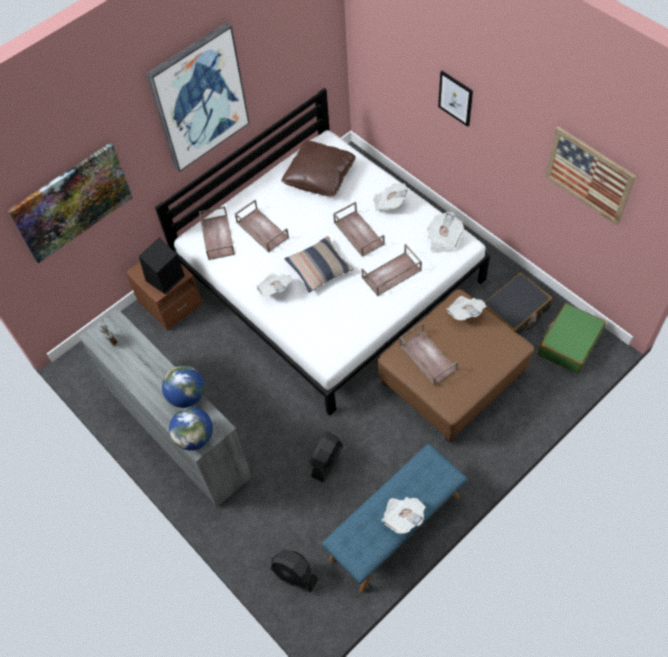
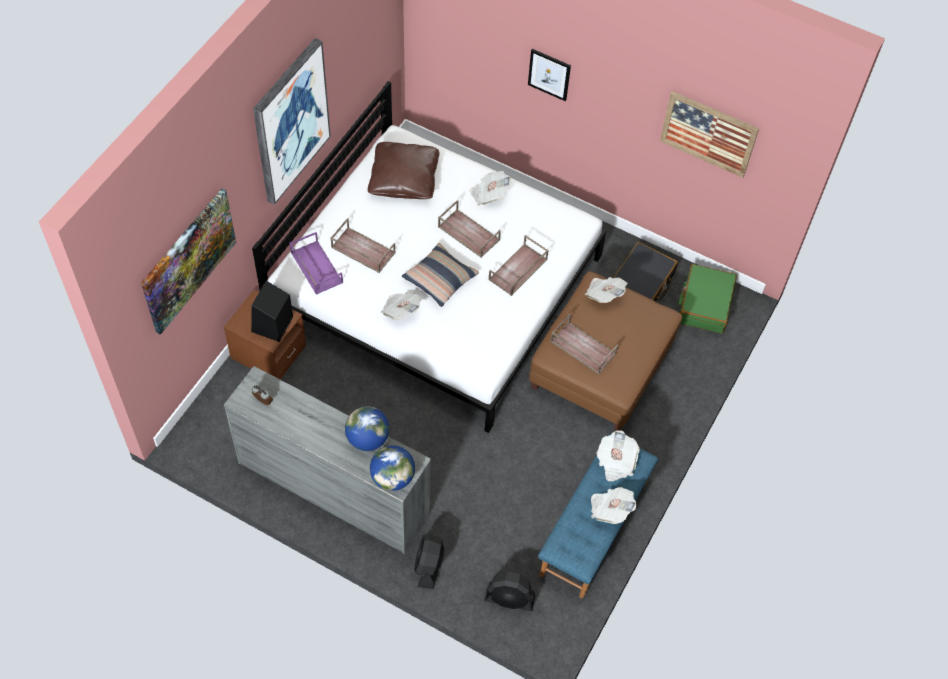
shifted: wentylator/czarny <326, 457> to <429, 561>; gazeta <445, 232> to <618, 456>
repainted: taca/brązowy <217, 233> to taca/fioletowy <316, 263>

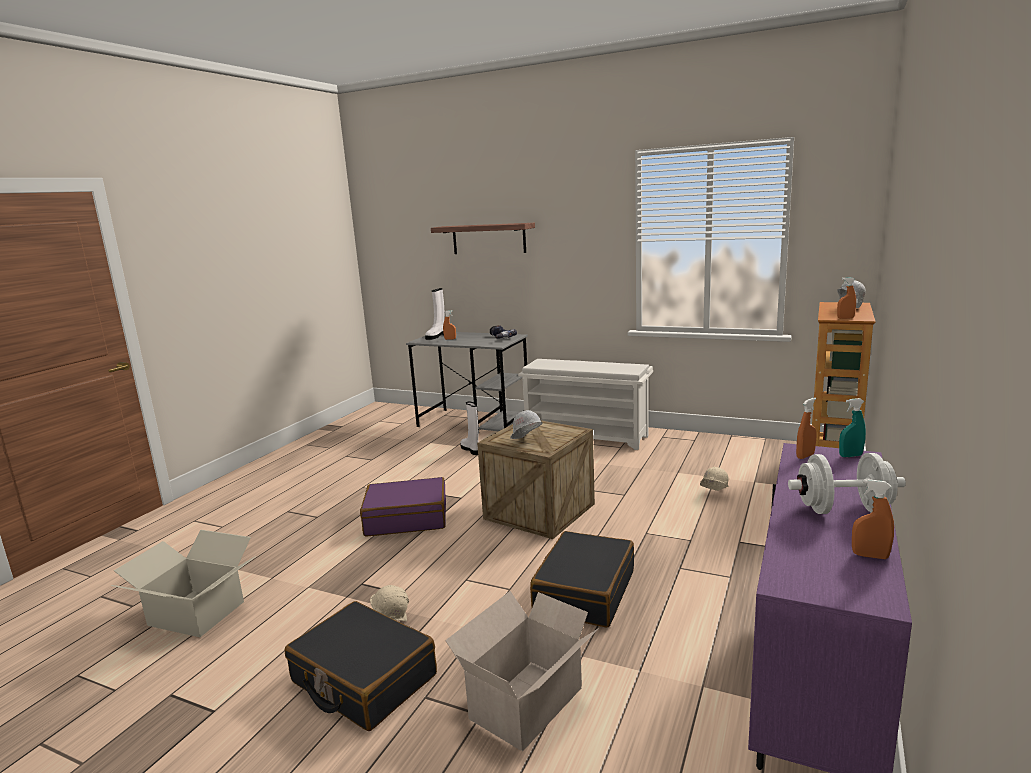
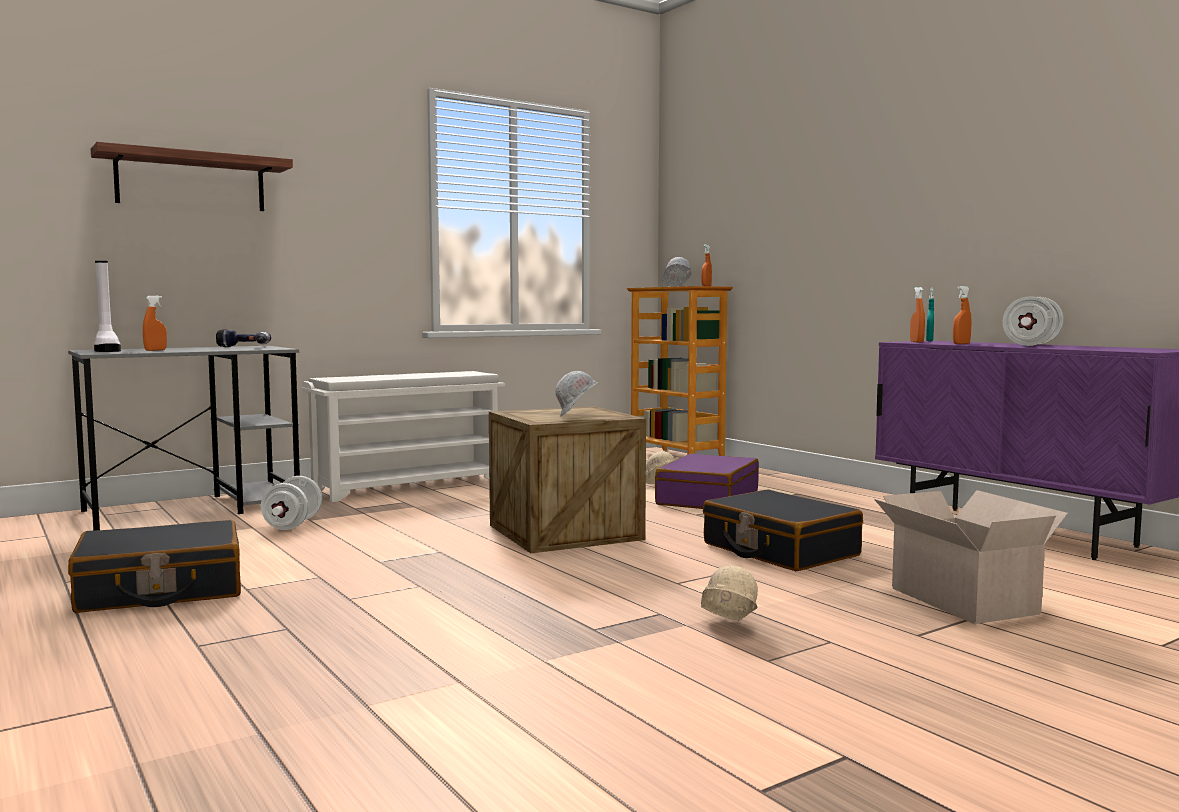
gone: karton <183, 583>
shifted: walizka/czarny <361, 666> to <154, 566>; walizka/fioletowy <403, 507> to <707, 481>; spryskiwacz/pomarańczowy <873, 519> to <962, 315>
swapped: but z cholewką/biały <469, 428> to hantel/biały <291, 503>

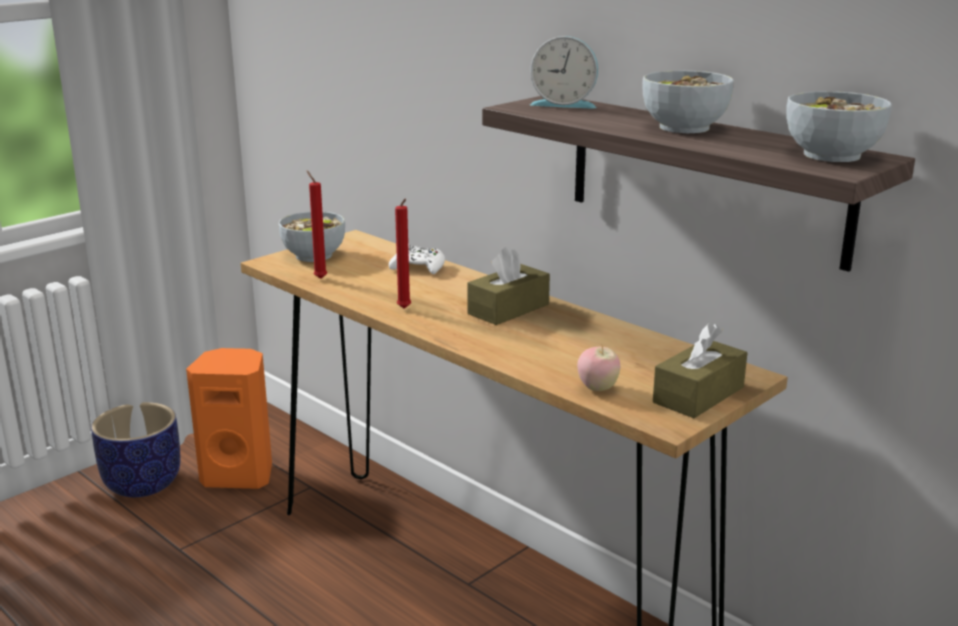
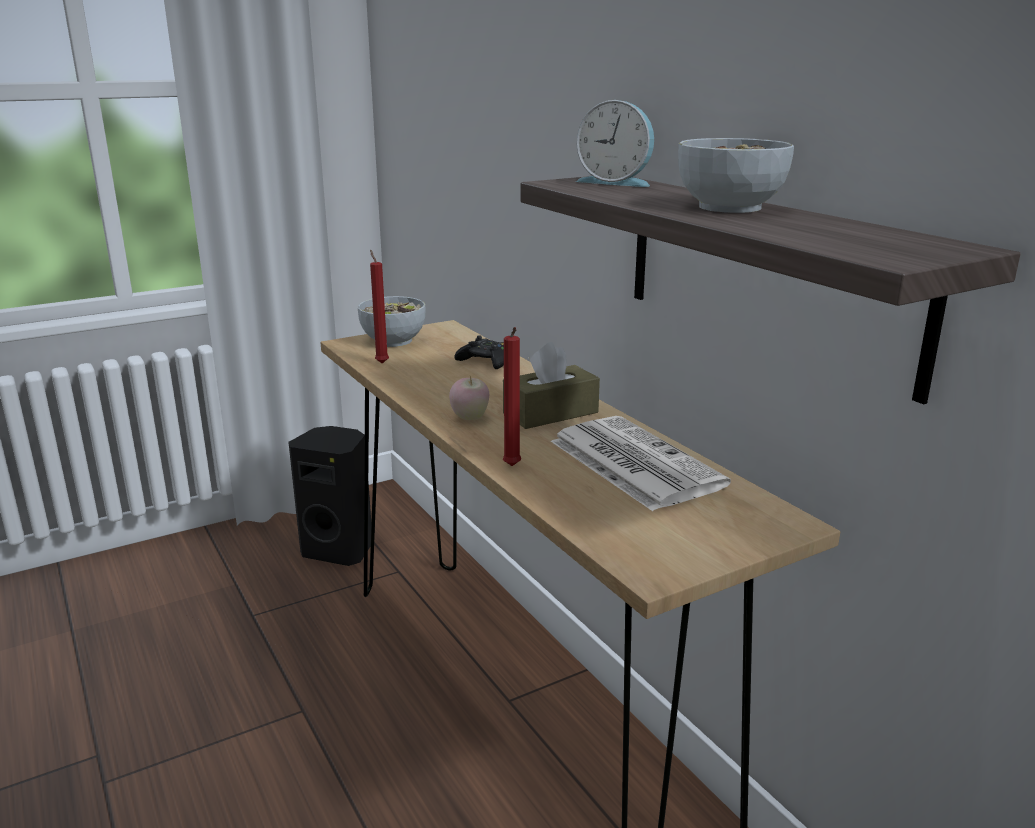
gone: donica <135, 449>; pudełko chusteczek/brązowy <700, 370>; miska <839, 126>
new: gazeta <641, 463>
shifted: świeca/czerwony <403, 253> to <512, 396>; jabłko <598, 368> to <469, 398>
repainted: głośnik/pomarańczowy <229, 418> to głośnik/czarny <329, 496>; pad do gier/biały <417, 259> to pad do gier/czarny <479, 352>

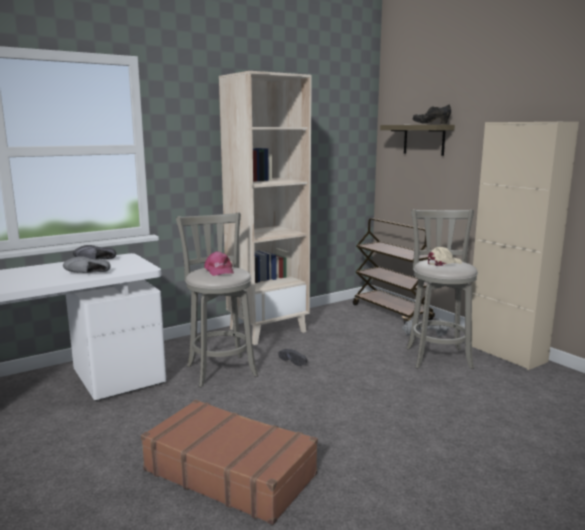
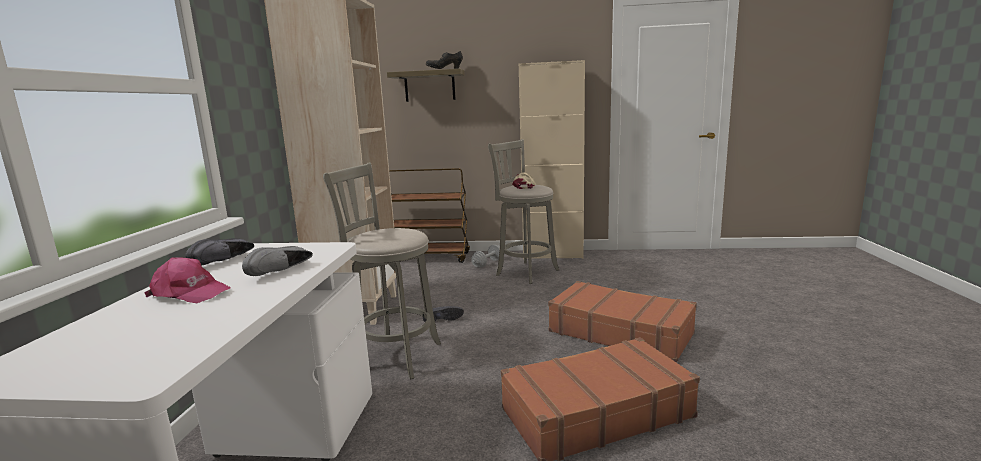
new: walizka/brązowy <622, 322>
shifted: czapka z daszkiem/różowy <219, 263> to <187, 280>

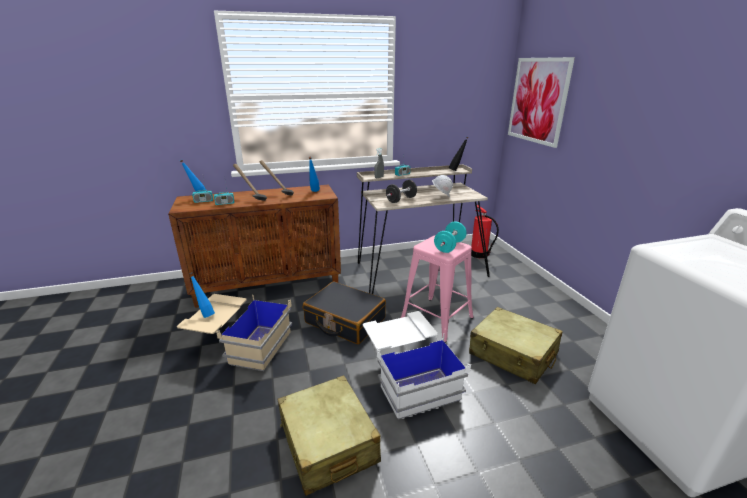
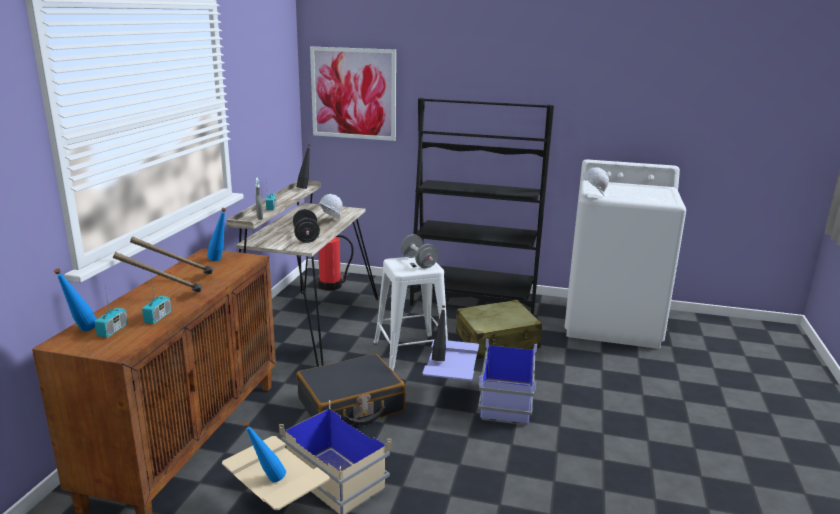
gone: walizka/beżowy <329, 435>
new: regał/czarny <482, 206>; butelka/czarny <439, 333>; kask/biały <595, 181>
repainted: pojemnik do przechowywania/biały <417, 365> to pojemnik do przechowywania/niebieski <479, 382>; stołek/różowy <437, 289> to stołek/biały <410, 314>; hantel/turkusowy <450, 237> to hantel/szary <420, 251>

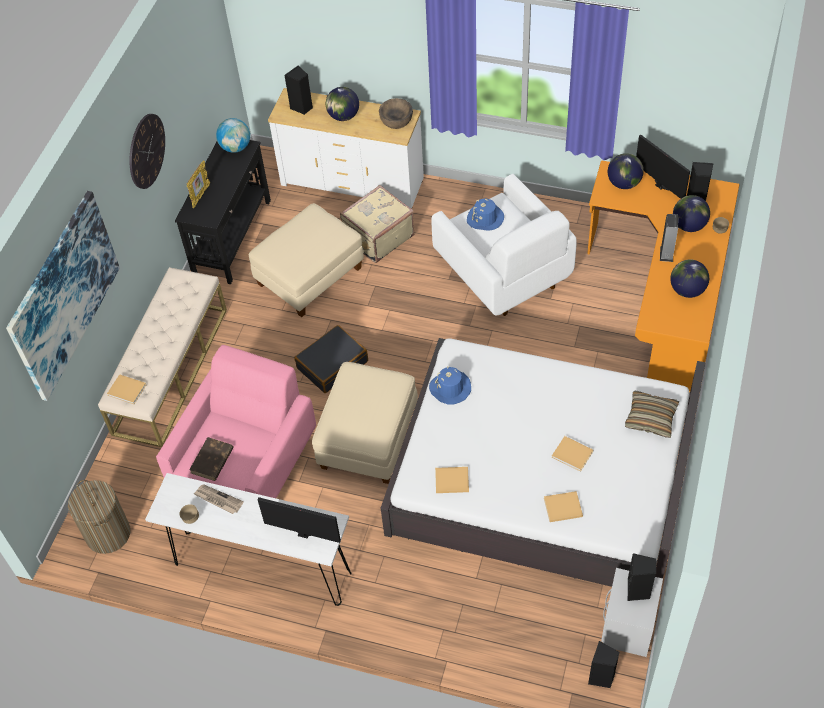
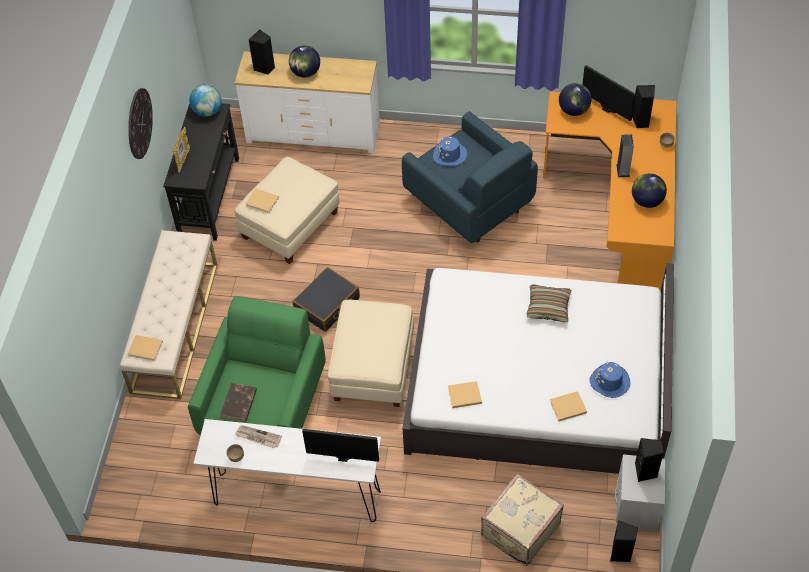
gone: obraz <63, 296>; kosz na pranie <99, 517>; miska/brązowy <396, 113>; globus <691, 213>
shifted: walizka/beżowy <377, 224> to <522, 520>; kapelusz/niebieski <450, 385> to <610, 380>; książka/beżowy <572, 454> to <262, 200>; poduszka <652, 414> to <549, 303>
repainted: fotel/różowy <236, 421> to fotel/zielony <257, 365>; fotel/biały <504, 245> to fotel/niebieski <470, 177>

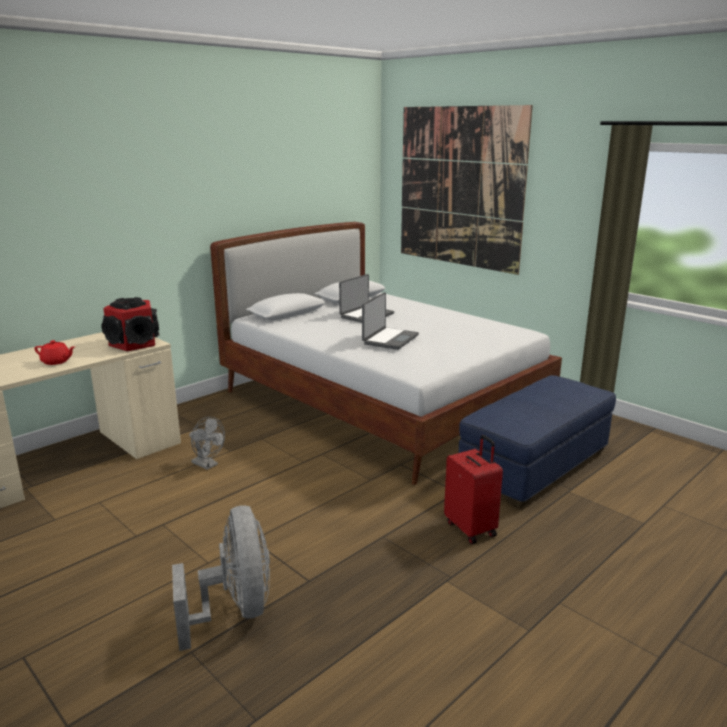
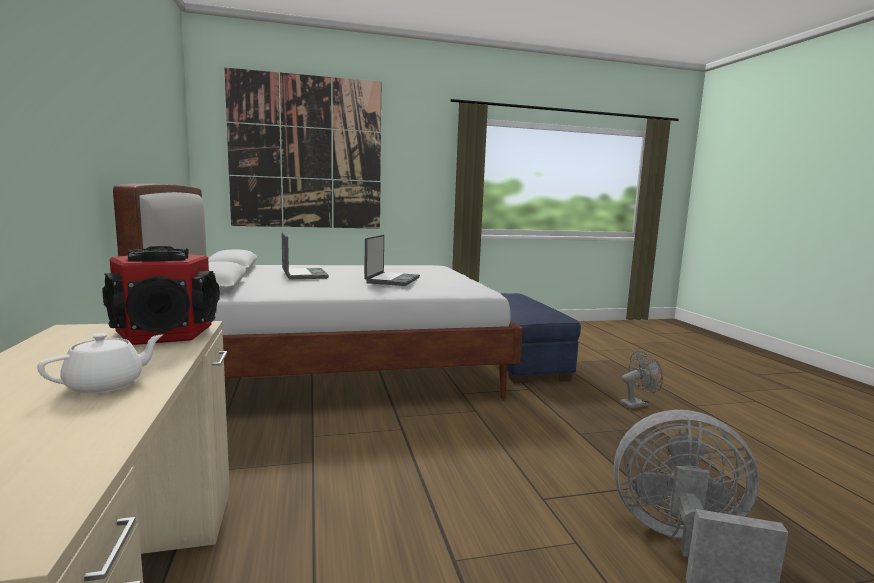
gone: walizka/czerwony <473, 489>
shifted: wentylator/szary <207, 443> to <641, 380>
repainted: imbryk/czerwony <55, 352> to imbryk/biały <100, 363>
rotated: laptop <390, 321> = <392, 260> 45 degrees clockwise

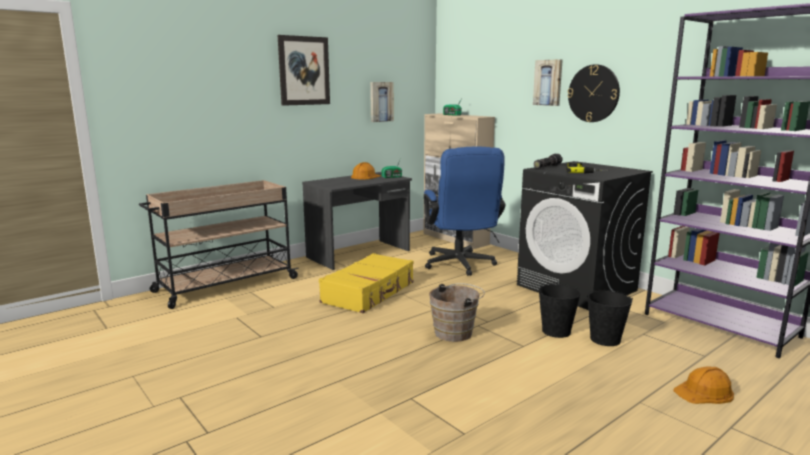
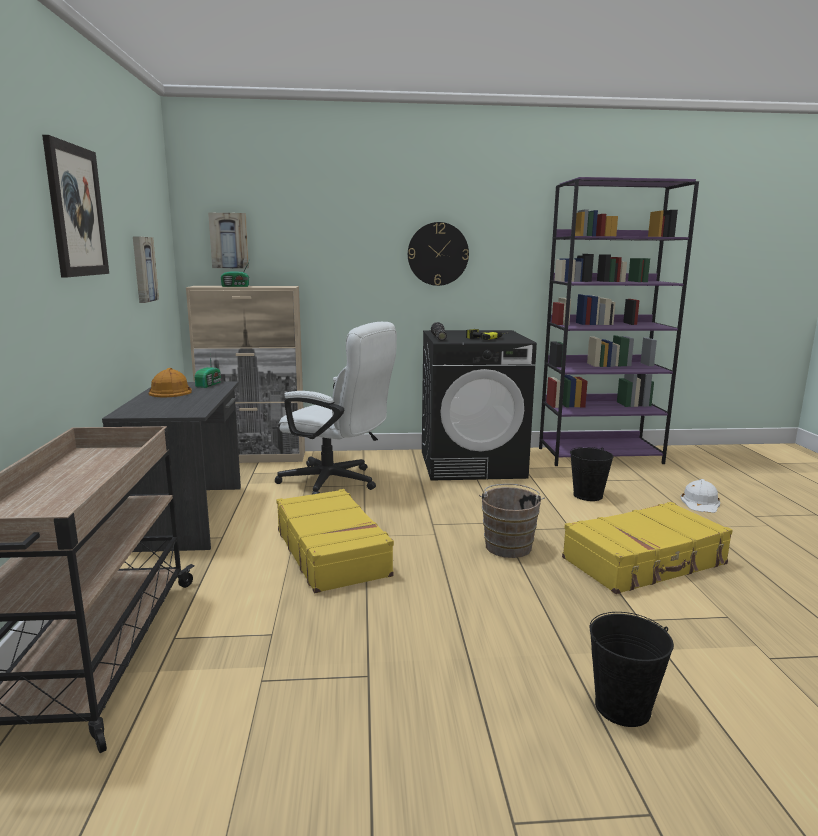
new: walizka/żółty <647, 548>
shifted: obraz <548, 82> to <228, 240>; wiadro/czarny <560, 310> to <632, 669>
repainted: krzesło biurowe/niebieski <464, 211> to krzesło biurowe/biały <336, 408>; kask/pomarańczowy <703, 385> to kask/biały <700, 496>

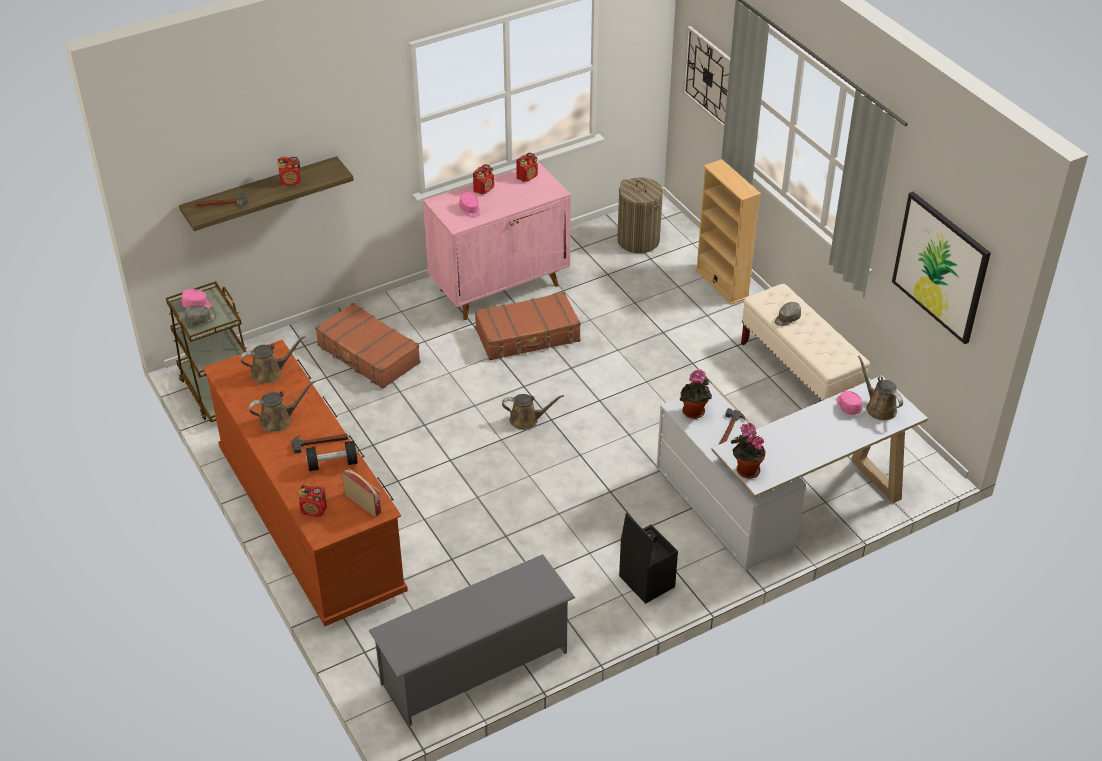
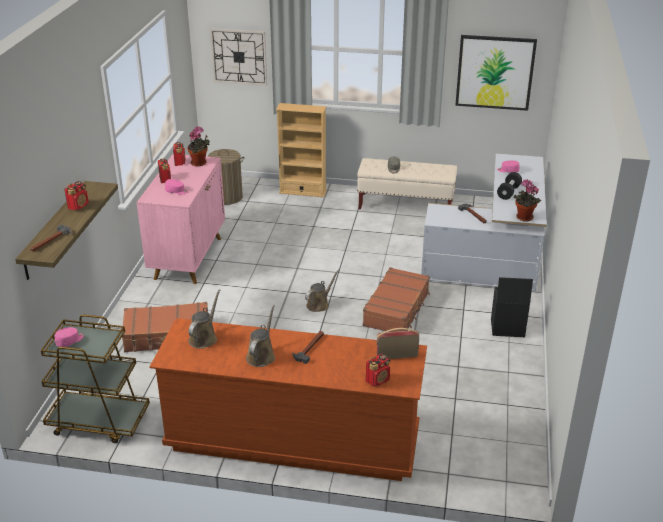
gone: czapka z daszkiem/szary <201, 315>; regał na buty/szary <472, 640>; konewka/brązowy <880, 387>
shifted: hantel/czarny <332, 456> to <509, 186>; walizka/brązowy <528, 326> to <396, 299>; roślina doniczkowa <696, 394> to <199, 146>

